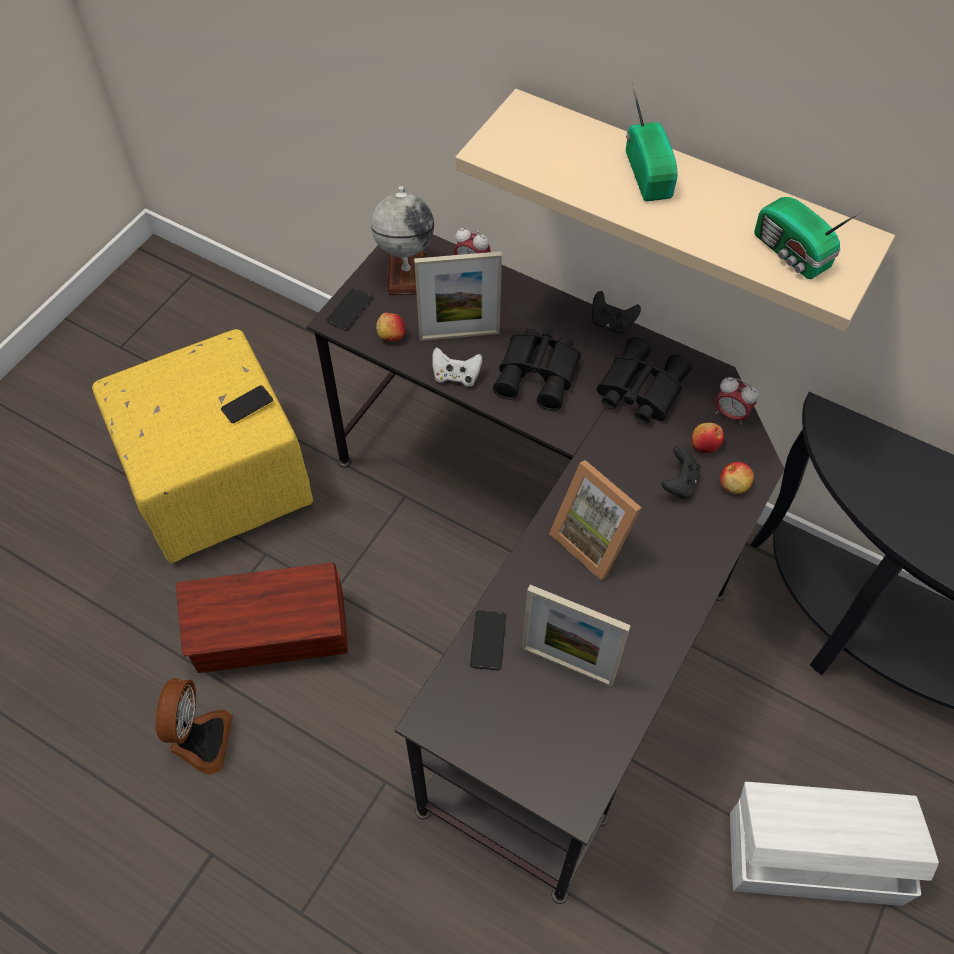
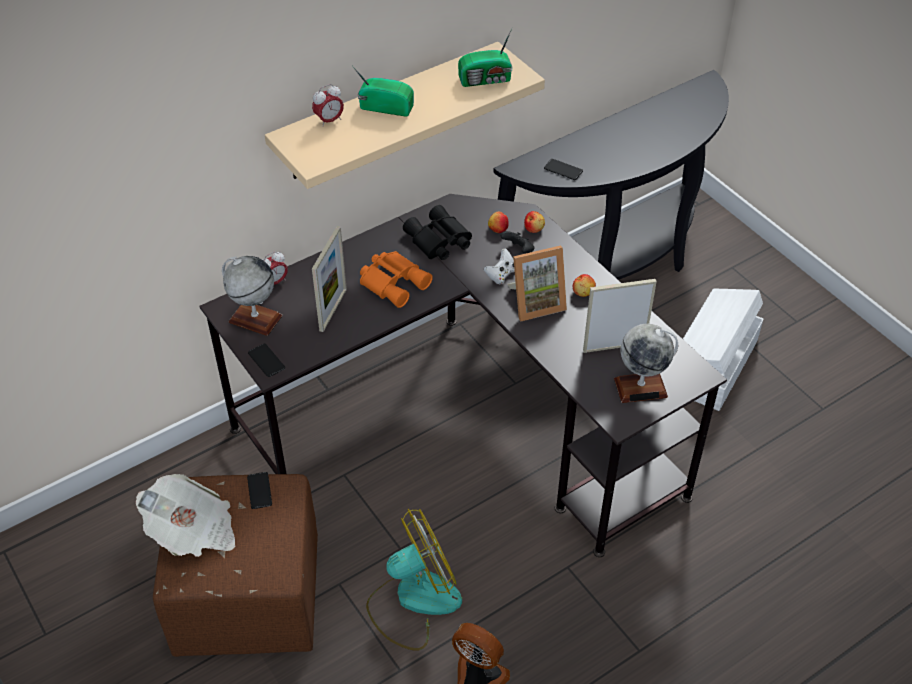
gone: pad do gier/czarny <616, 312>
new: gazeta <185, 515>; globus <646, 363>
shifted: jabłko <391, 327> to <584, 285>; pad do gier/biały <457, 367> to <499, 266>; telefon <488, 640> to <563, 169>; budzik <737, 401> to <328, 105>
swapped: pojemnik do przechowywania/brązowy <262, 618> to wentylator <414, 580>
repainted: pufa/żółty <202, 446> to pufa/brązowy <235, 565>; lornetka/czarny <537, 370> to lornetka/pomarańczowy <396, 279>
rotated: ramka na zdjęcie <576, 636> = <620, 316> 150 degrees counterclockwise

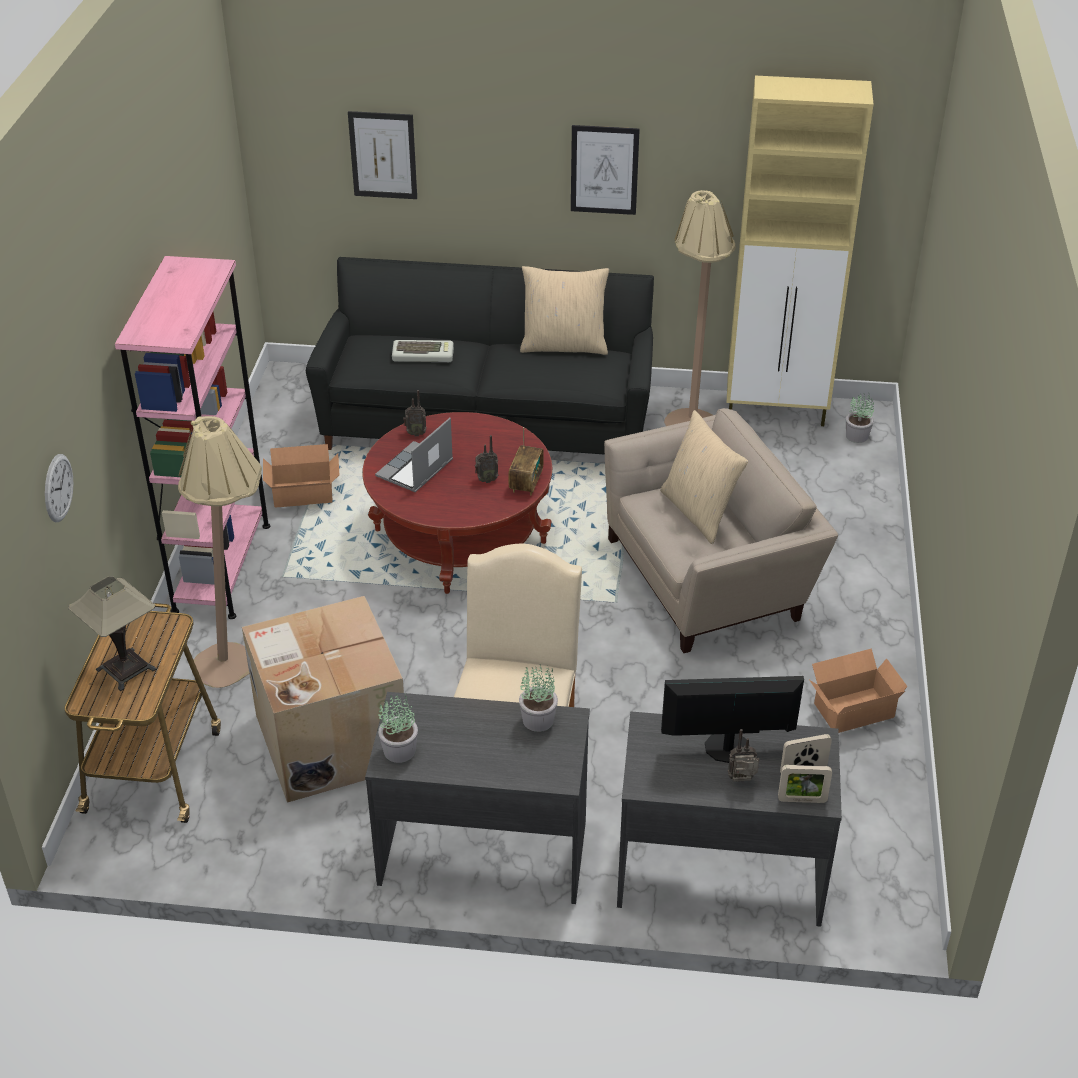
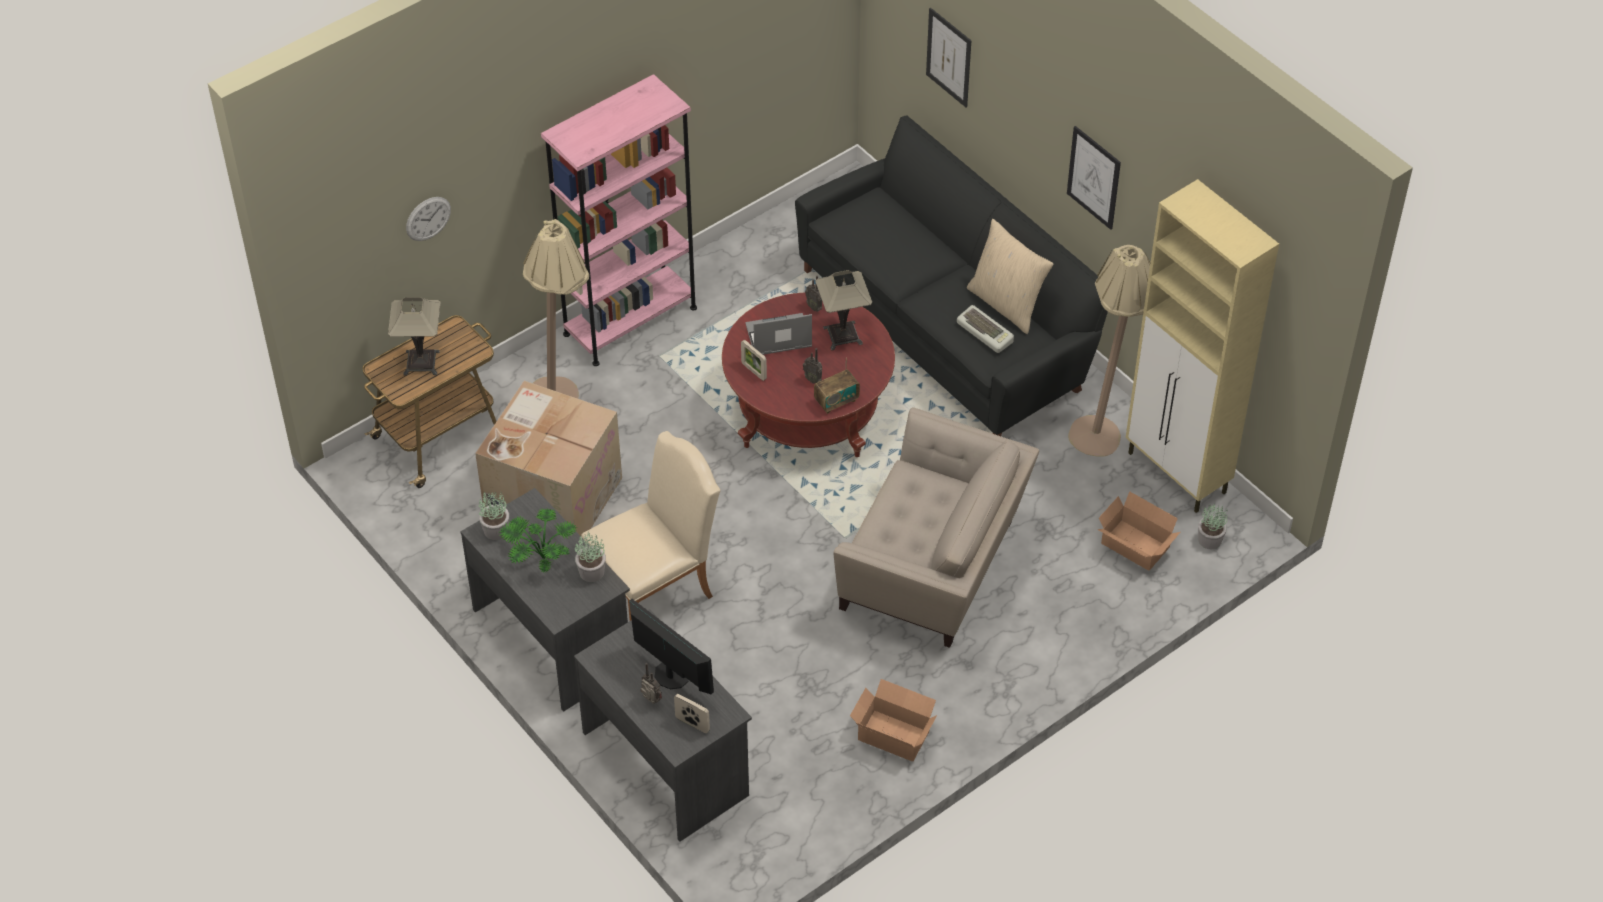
gone: poduszka/beżowy <704, 477>
new: roślina doniczkowa <538, 540>; lampa stołowa <843, 310>
shifted: karton <301, 476> to <1138, 531>; klawiatura <423, 351> to <985, 329>; ramka na zdjęcie <805, 784> to <754, 360>

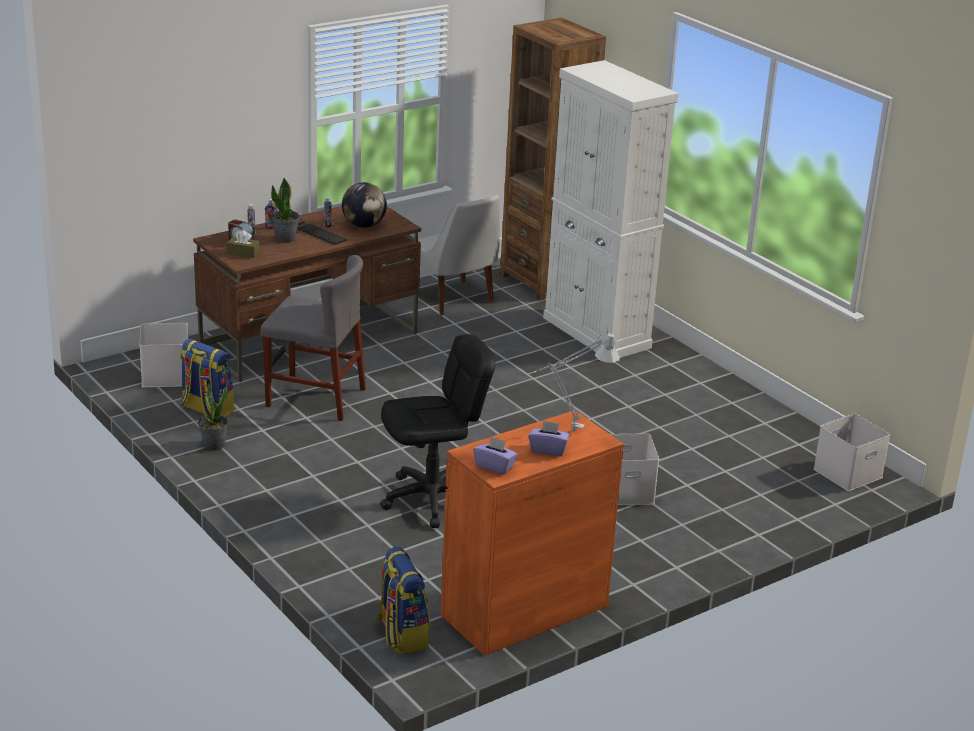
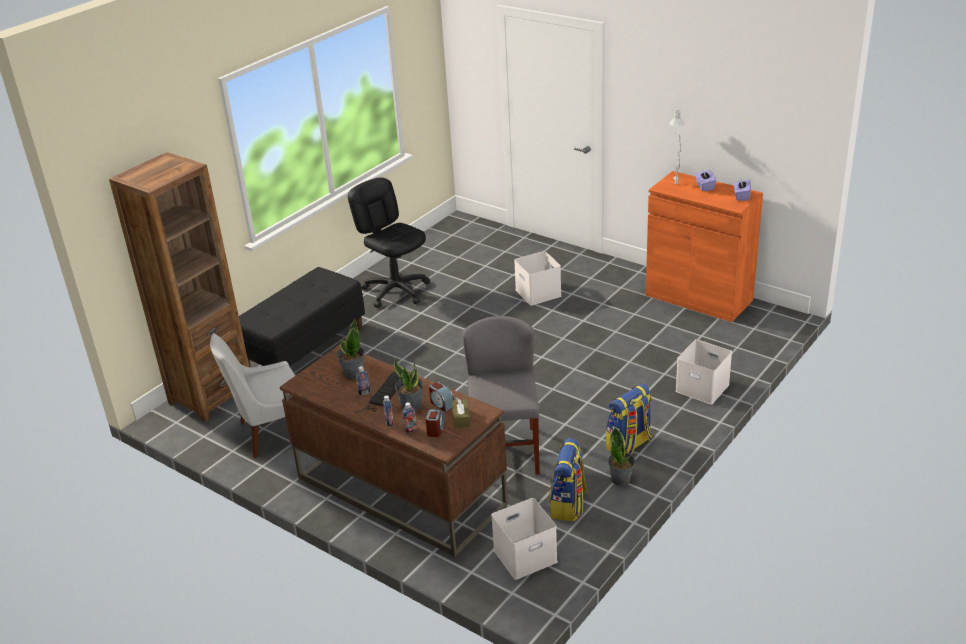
new: budzik <441, 396>
shifted: plecak <402, 600> to <629, 419>; krzesło biurowe/czarny <437, 431> to <389, 243>; pojemnik do przechowywania/biały <851, 452> to <704, 371>
swapped: globus <364, 205> to roślina doniczkowa <350, 349>; szafka/biały <611, 209> to ławka/czarny <302, 317>
rotated: krzesło/biały <459, 255> = <252, 395> 150 degrees counterclockwise

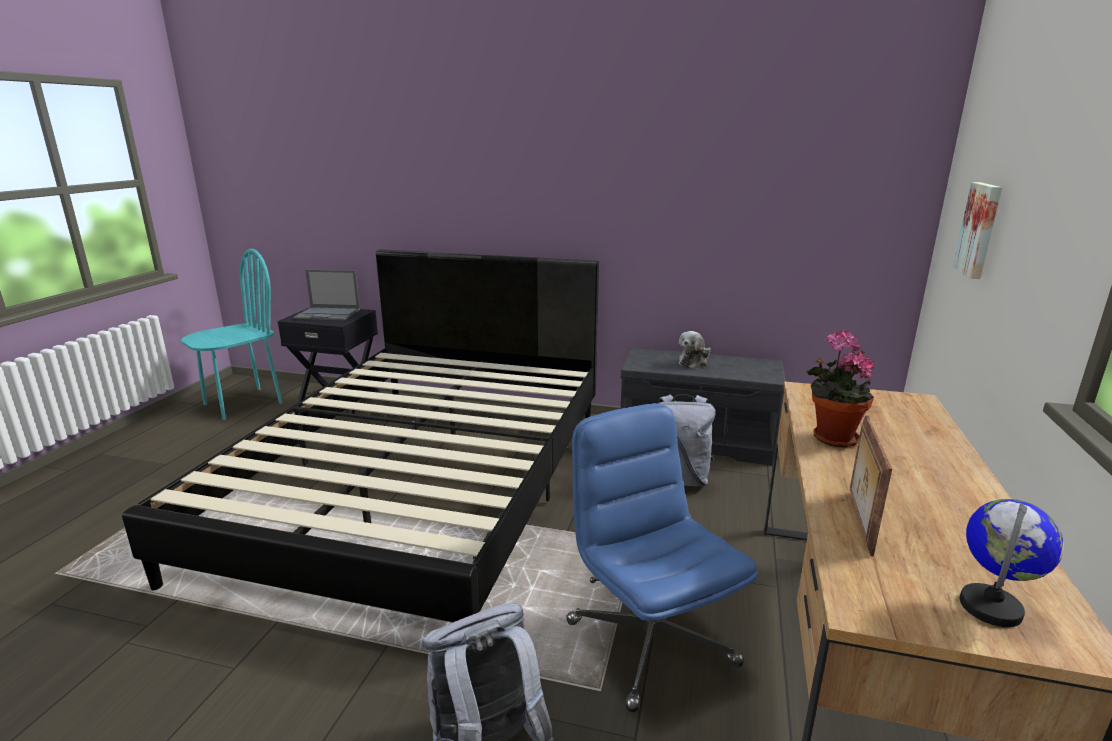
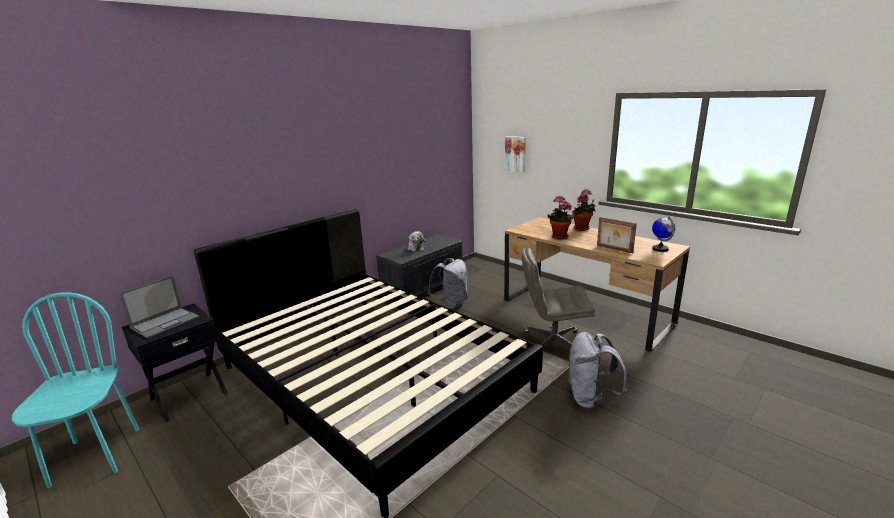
new: roślina doniczkowa <584, 210>
repainted: krzesło biurowe/niebieski <662, 557> to krzesło biurowe/szary <558, 297>

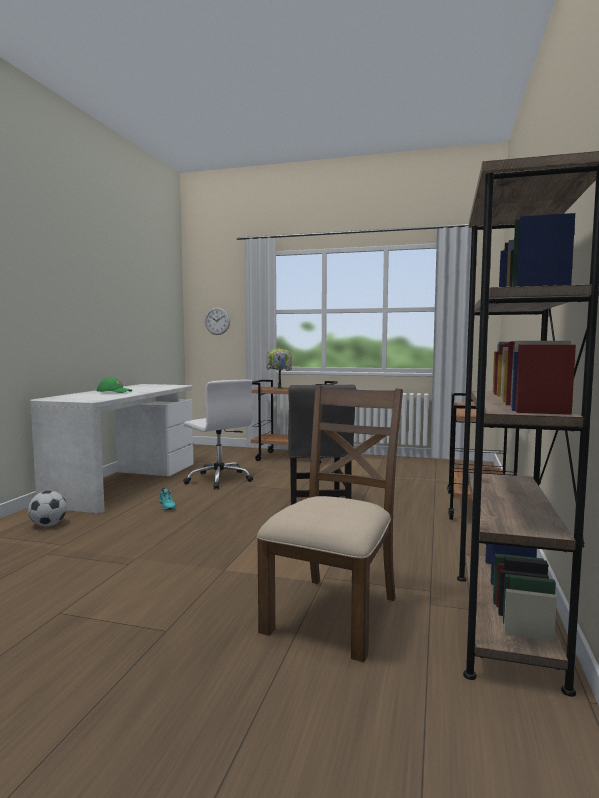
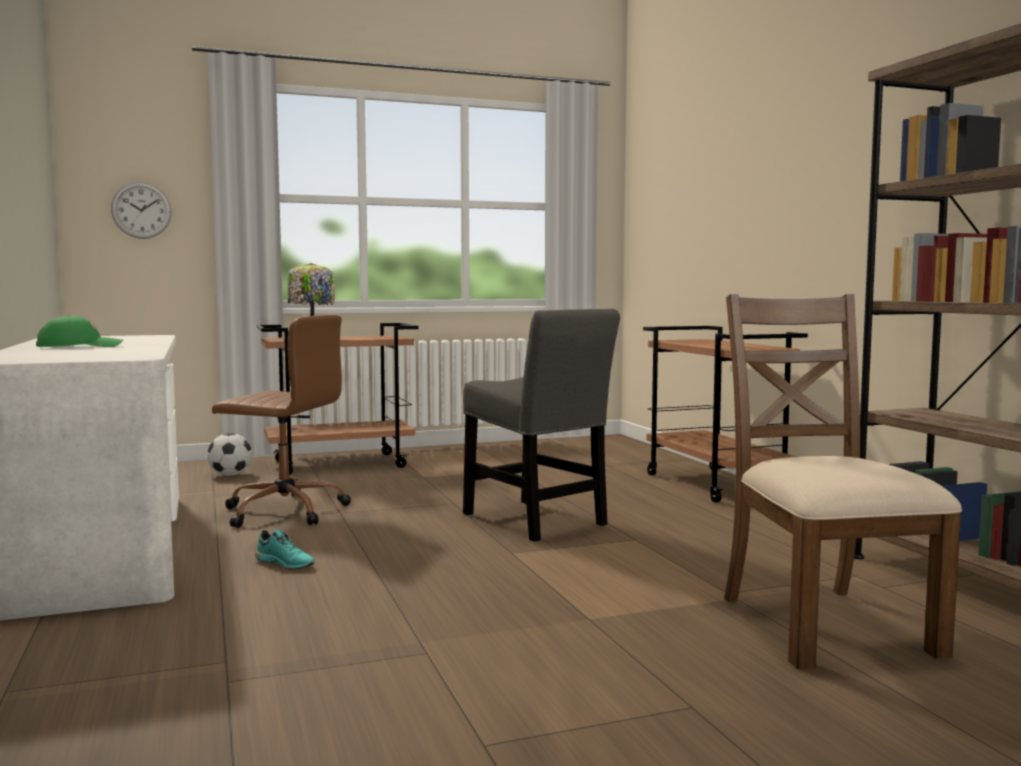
shifted: piłka futbolowa <47, 508> to <229, 454>
repainted: krzesło biurowe/biały <218, 434> to krzesło biurowe/brązowy <281, 421>

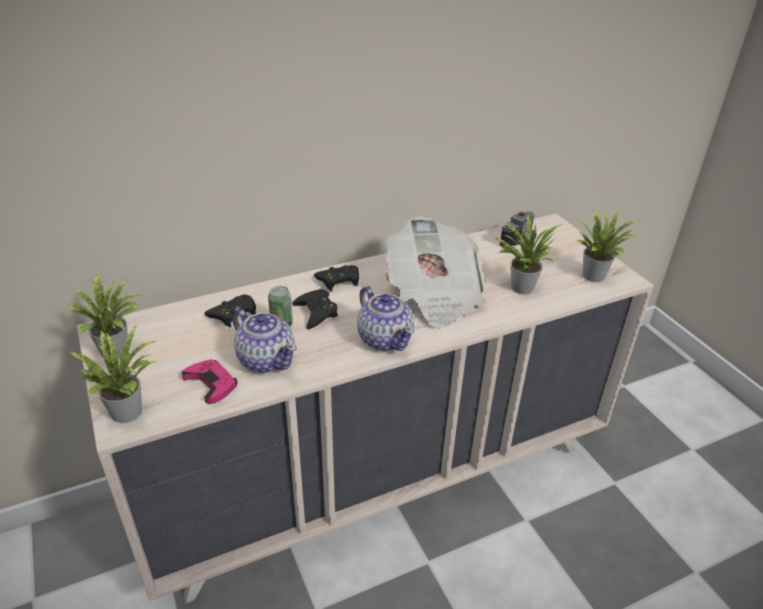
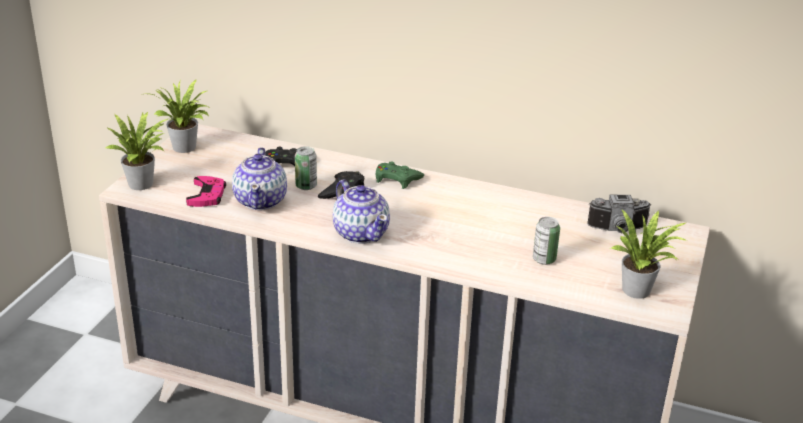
gone: gazeta <435, 272>
swapped: roślina doniczkowa <529, 254> to puszka <546, 241>
repainted: pad do gier/czarny <336, 278> to pad do gier/zielony <400, 175>
rotated: imbryk <385, 318> = <361, 211> 45 degrees counterclockwise

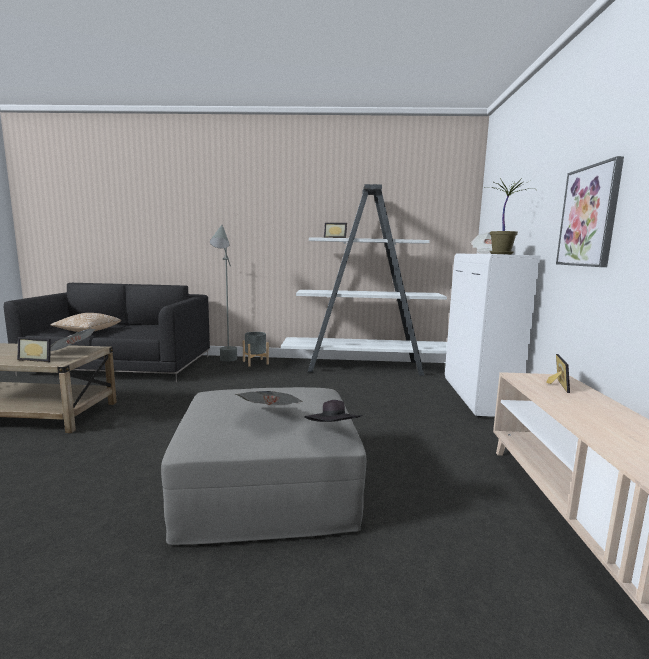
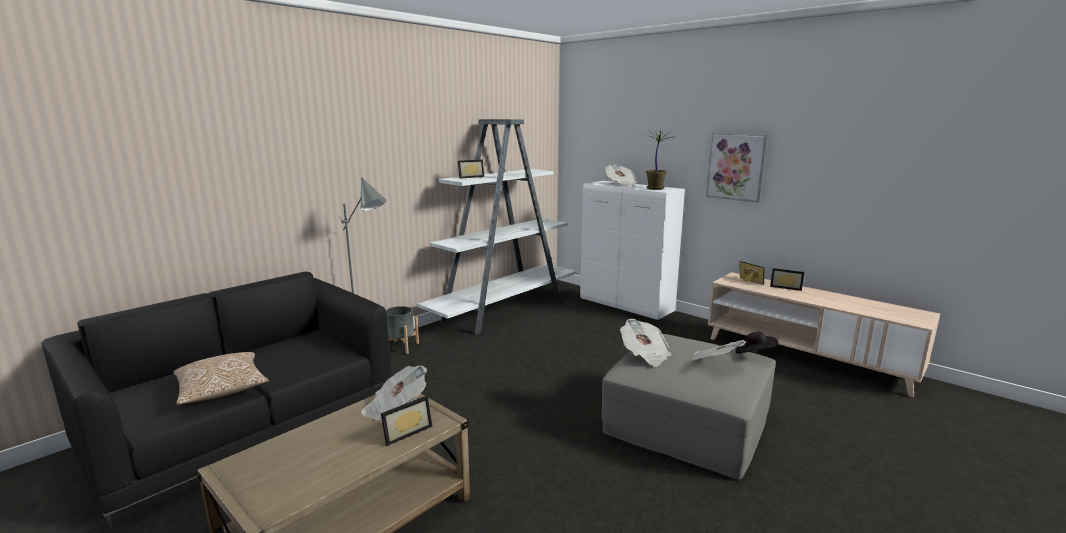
new: gazeta <646, 343>; ramka na zdjęcie <787, 279>

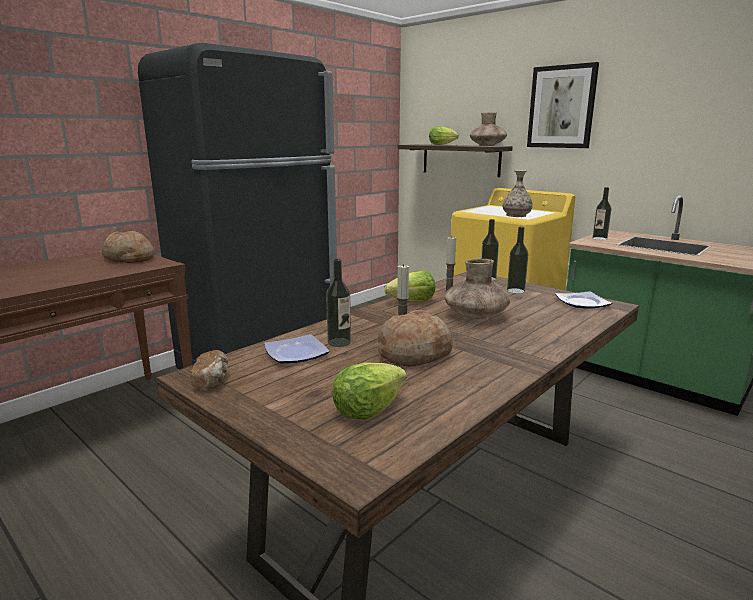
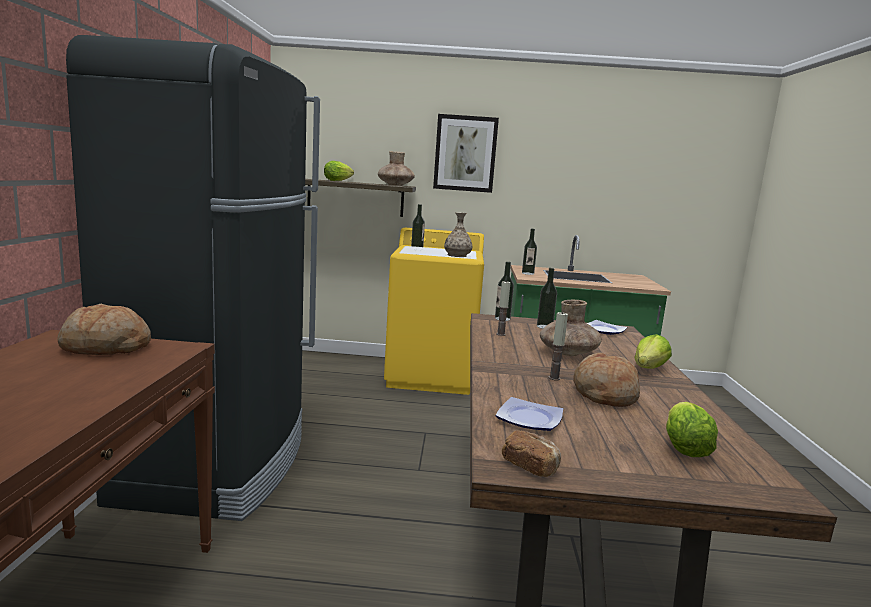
shifted: butelka <338, 303> to <418, 227>; sałata <409, 286> to <653, 351>

